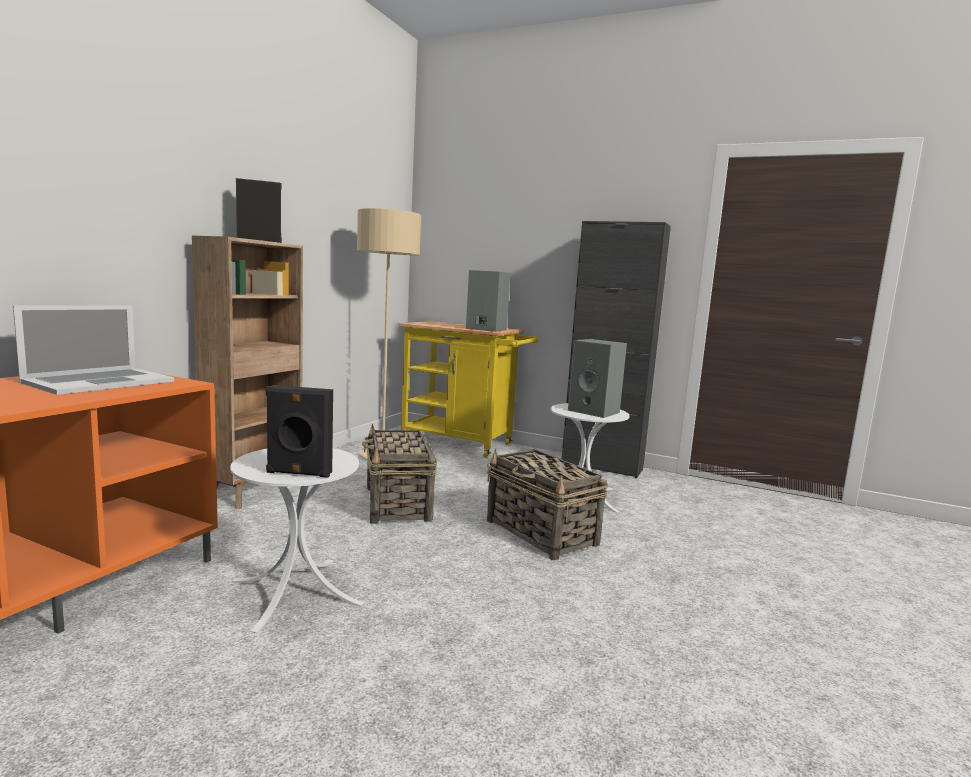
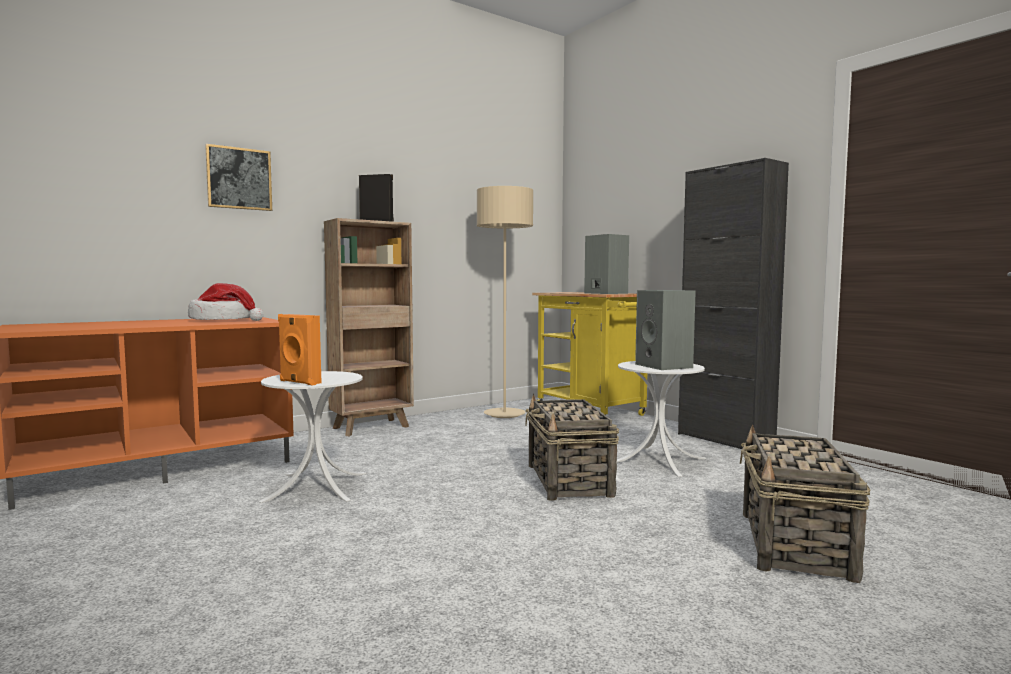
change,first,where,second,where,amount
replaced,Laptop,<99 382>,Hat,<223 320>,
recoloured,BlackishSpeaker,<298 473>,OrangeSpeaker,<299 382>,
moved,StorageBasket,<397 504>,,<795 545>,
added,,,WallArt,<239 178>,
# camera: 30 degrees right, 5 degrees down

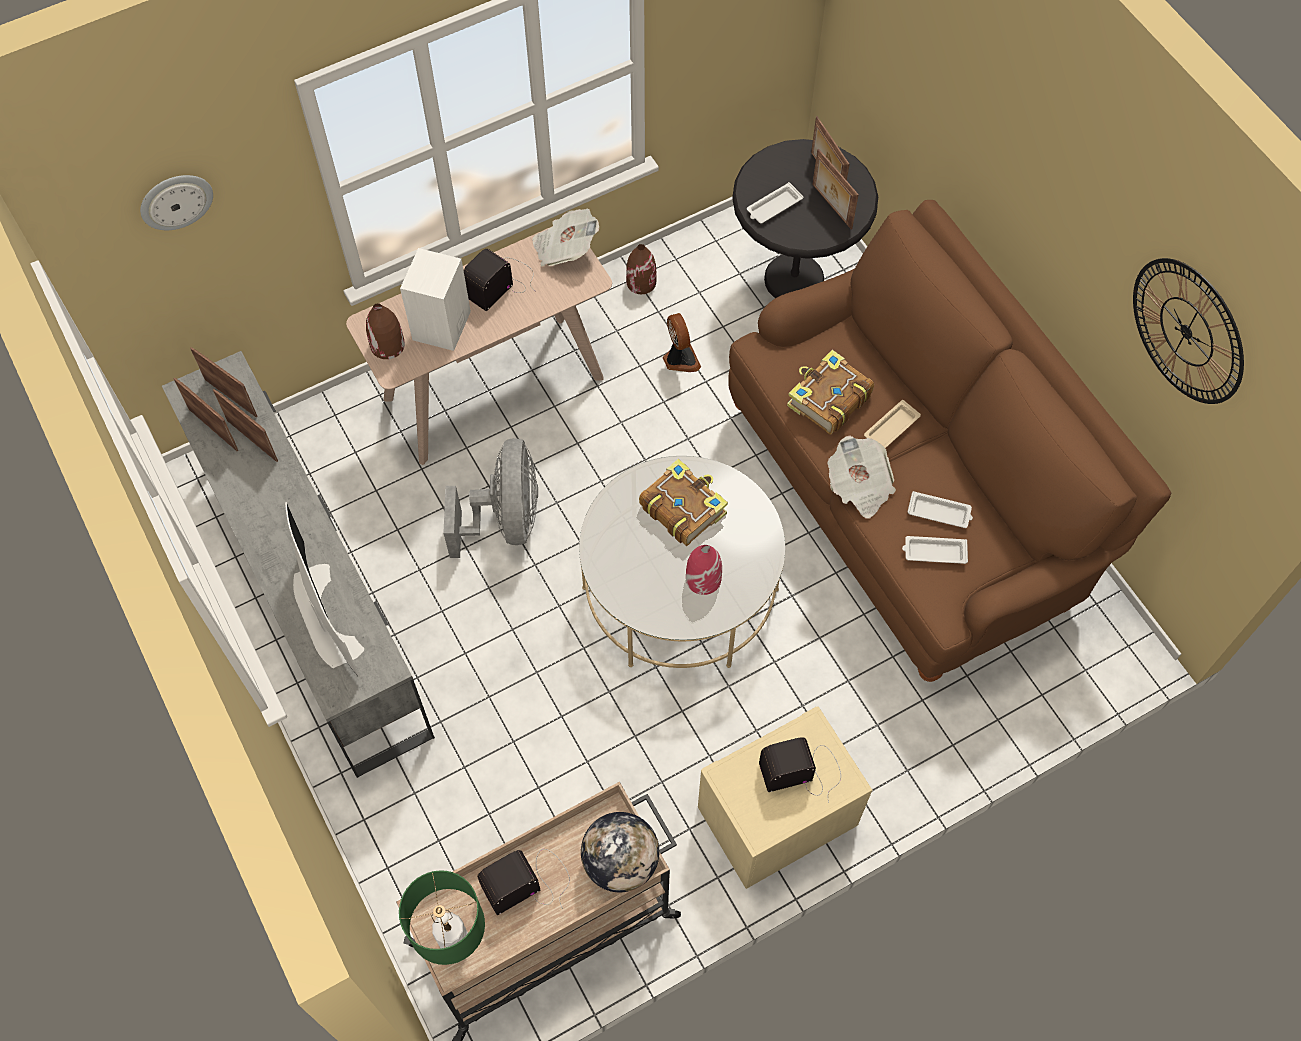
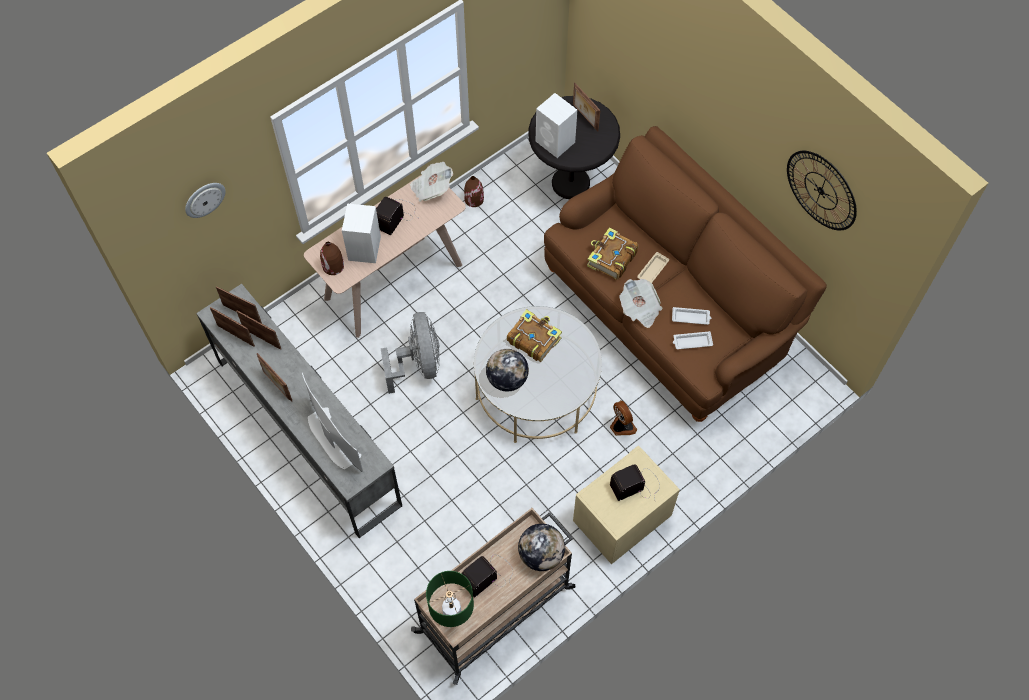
change,first,where,second,where,amount
moved,Fan,<680 359>,,<621 426>,
removed,RedColouredFlowerVase,<703 578>,,,
replaced,WhiteServingTray,<773 207>,WhiteSpeaker,<556 142>,
moved,PictureFrame,<831 207>,,<277 386>,
added,,,DeskGlobe,<507 379>,
# camera: 10 degrees left, 0 degrees up

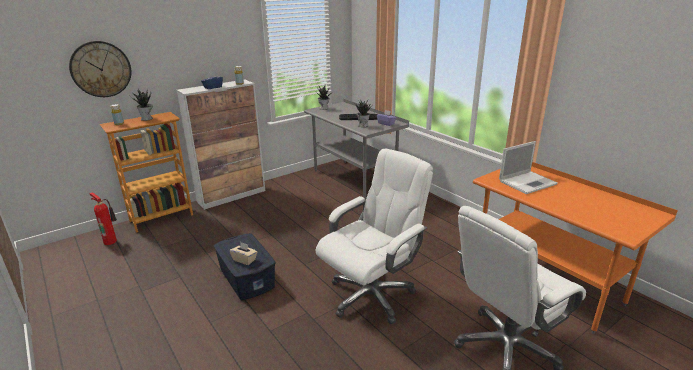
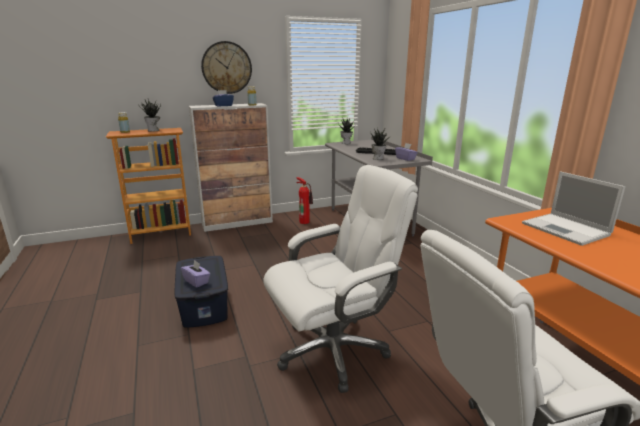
change,first,where,second,where,amount
moved,HangingClock,<101 69>,,<226 68>,
moved,FireFightingCylinder,<111 241>,,<304 221>,
recoloured,BeigeTissueHolder,<244 260>,PurpleTissueHolder,<196 281>,
turned,Laptop,<528 182>,,<567 229>,75 degrees clockwise
# camera: 15 degrees right, 5 degrees down

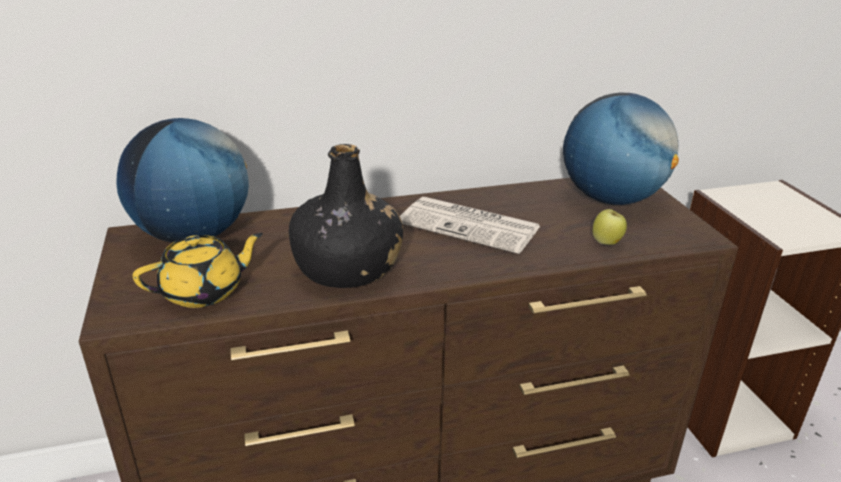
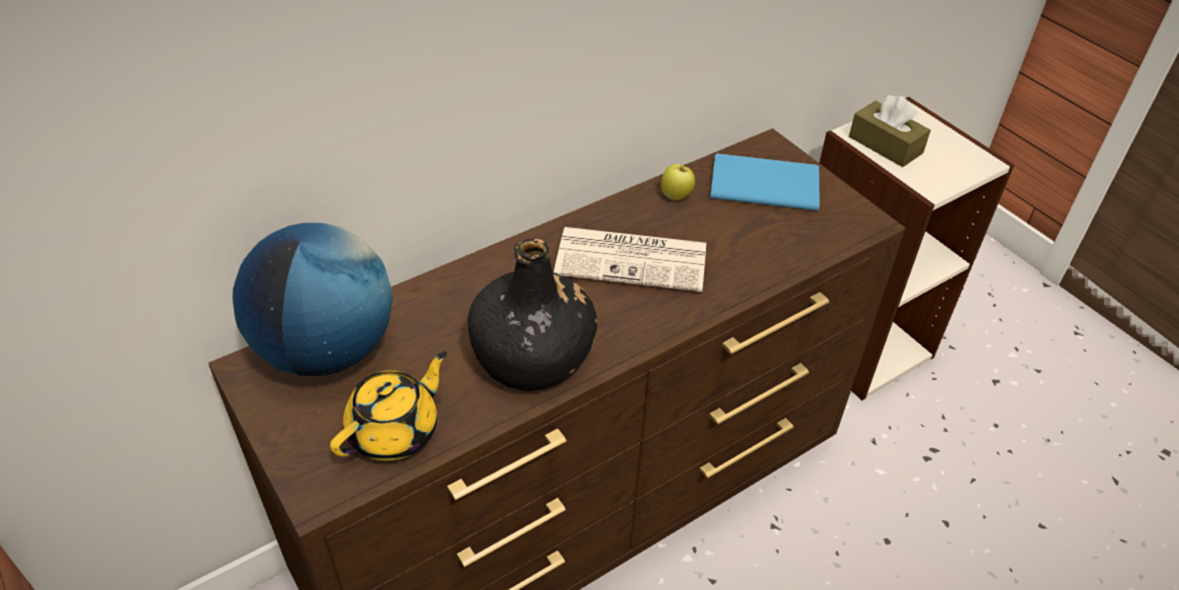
change,first,where,second,where,amount
replaced,DeskGlobe,<611 199>,BlueColouredBoundBook,<761 183>,
moved,Apple,<607 242>,,<676 196>,
added,,,BrownColouredTissueHolder,<885 145>,
# camera: 20 degrees left, 15 degrees up

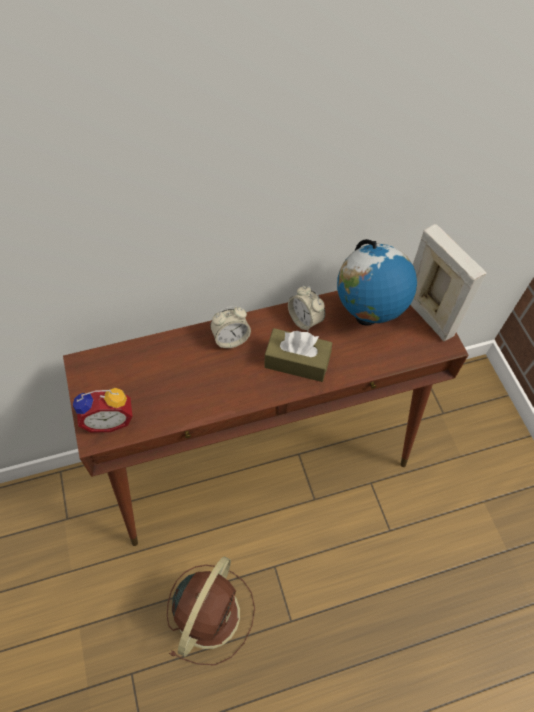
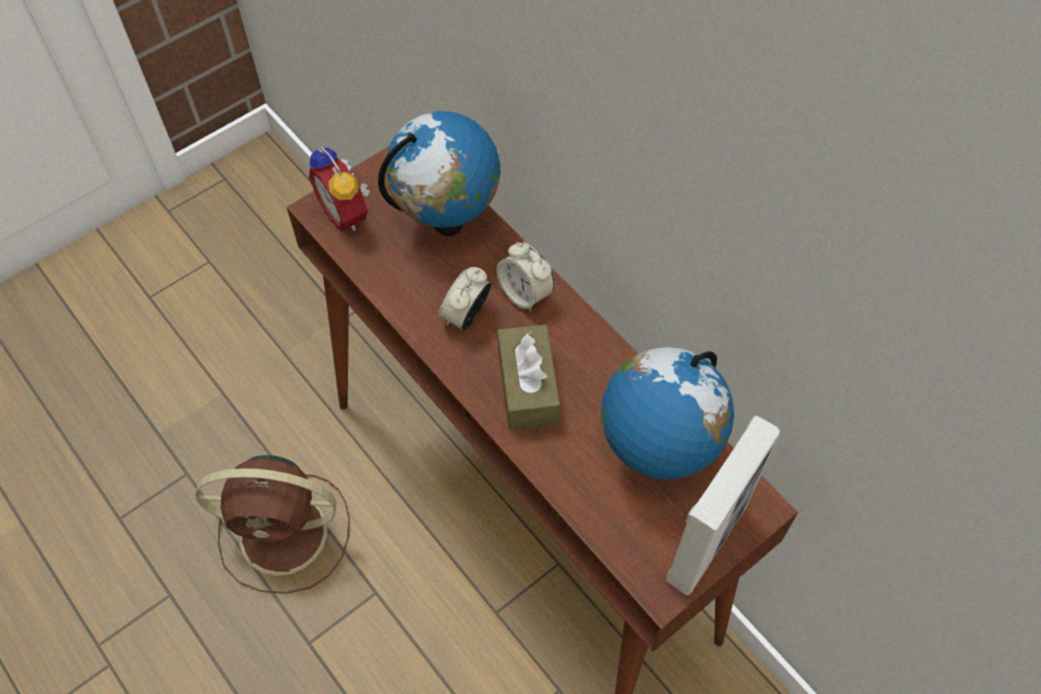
change,first,where,second,where,amount
moved,TableClock,<305 320>,,<466 315>,
added,,,DeskGlobe,<447 222>,
# camera: 70 degrees right, 0 degrees up

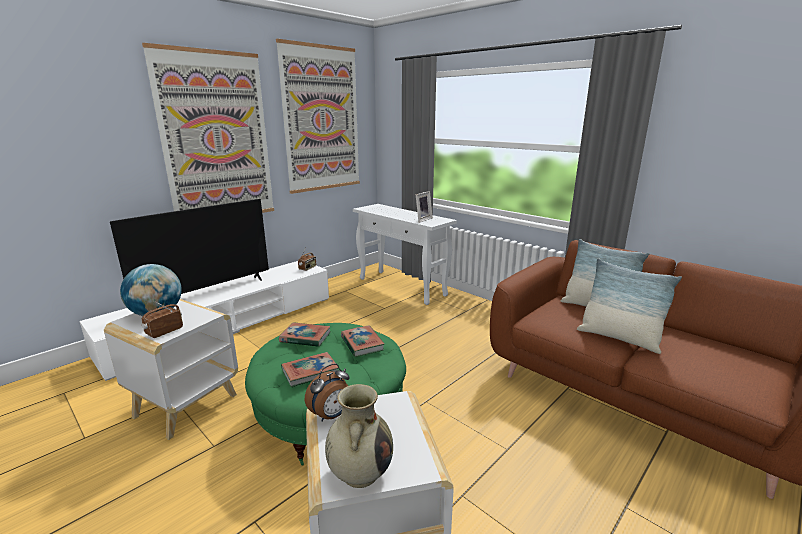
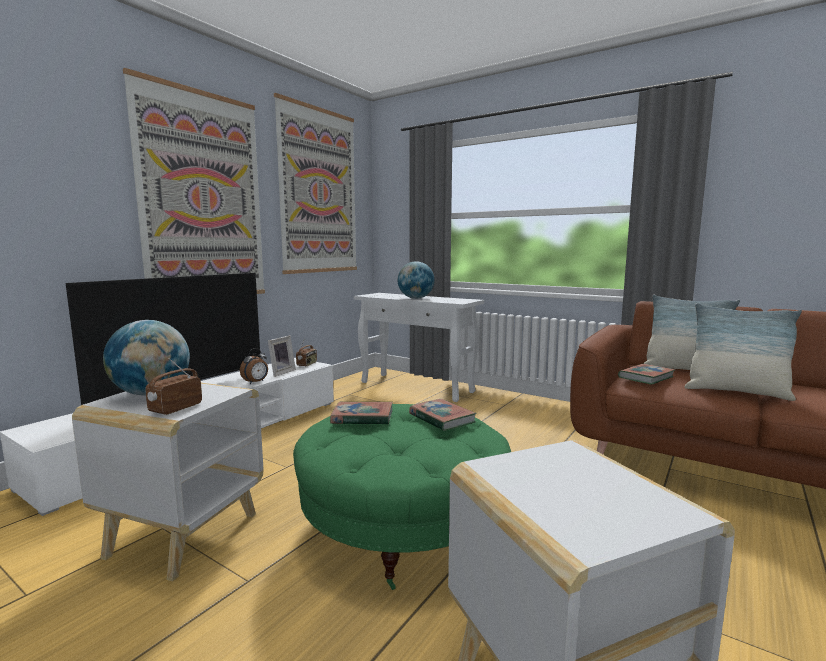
change,first,where,second,where,amount
moved,BoundBook,<310 372>,,<646 377>,
moved,TableClock,<331 415>,,<256 382>,
removed,BeigeFlowerVase,<360 472>,,,
moved,PictureFrame,<422 219>,,<280 372>,
added,,,DeskGlobe,<415 298>,
# camera: 10 degrees left, 10 degrees down

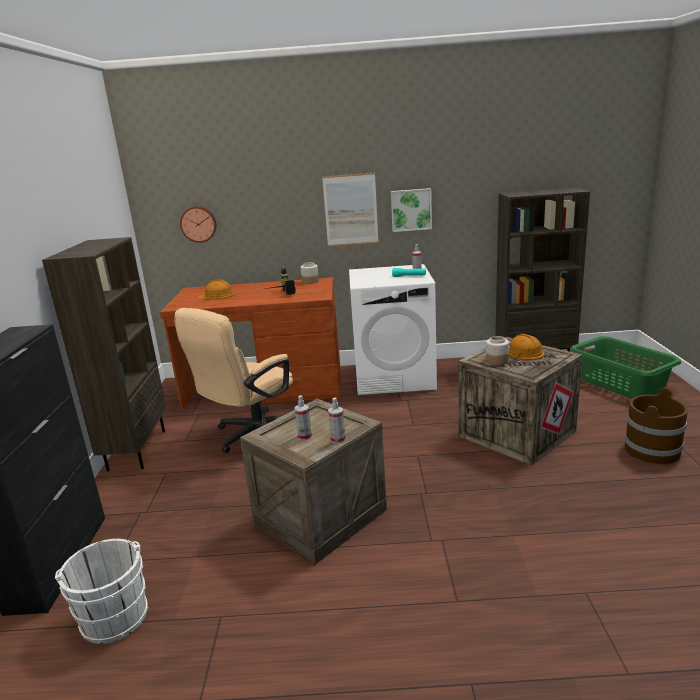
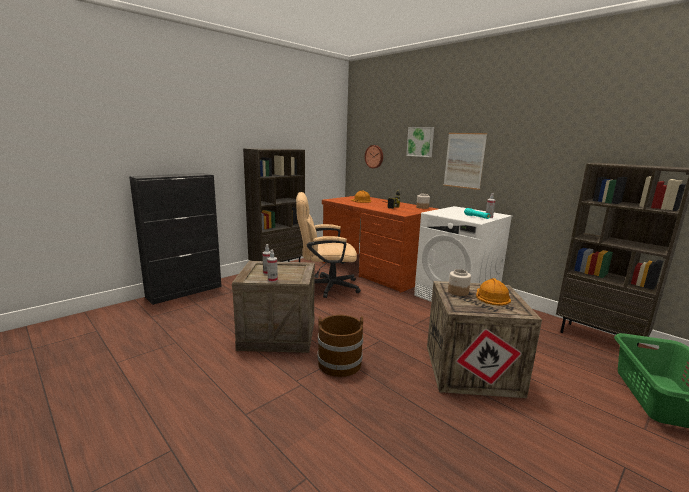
change,first,where,second,where,amount
removed,WhitePail,<114 615>,,,
moved,WallArt,<411 210>,,<420 141>,
moved,BrownColouredPail,<652 450>,,<339 363>,
# camera: 45 degrees right, 5 degrees down

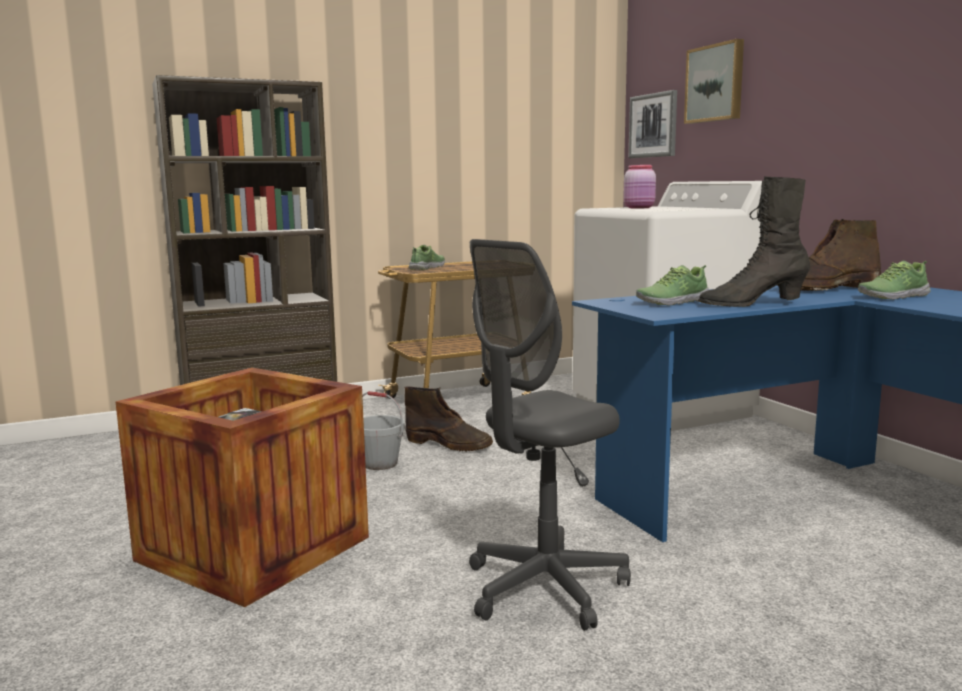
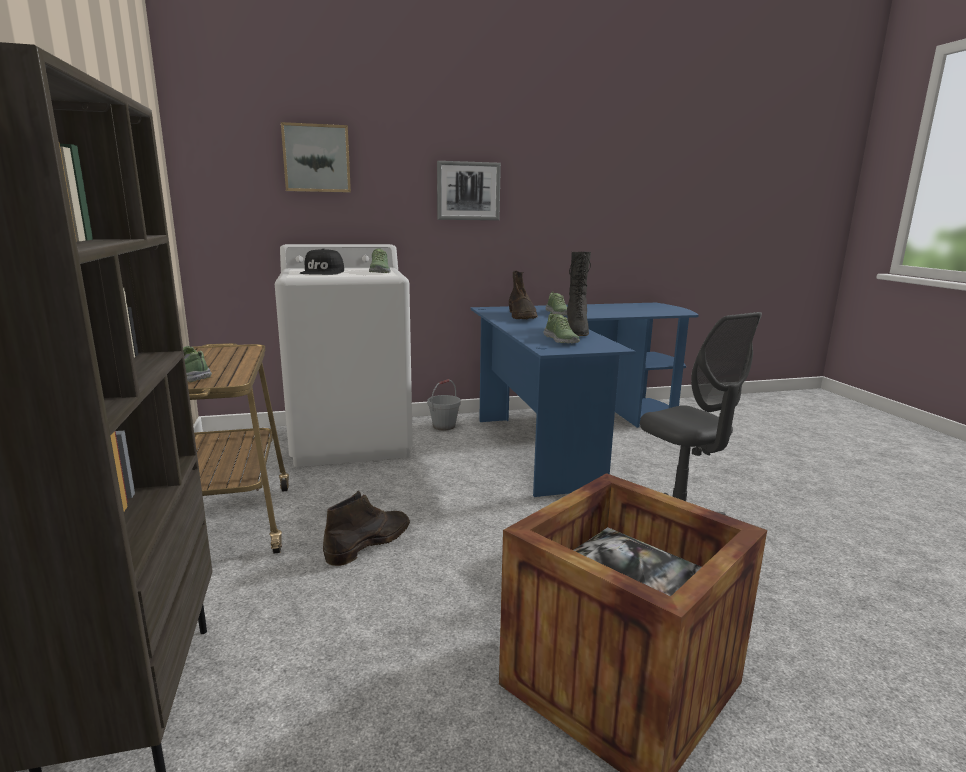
change,first,where,second,where,amount
moved,GreyPail,<380 464>,,<444 426>,
replaced,PinkishPreserveJar,<640 208>,BlackishBaseballCap,<323 272>,
moved,WallArt,<653 125>,,<468 191>,
added,,,Shoe,<379 271>,
# camera: 80 degrees left, 5 degrees up

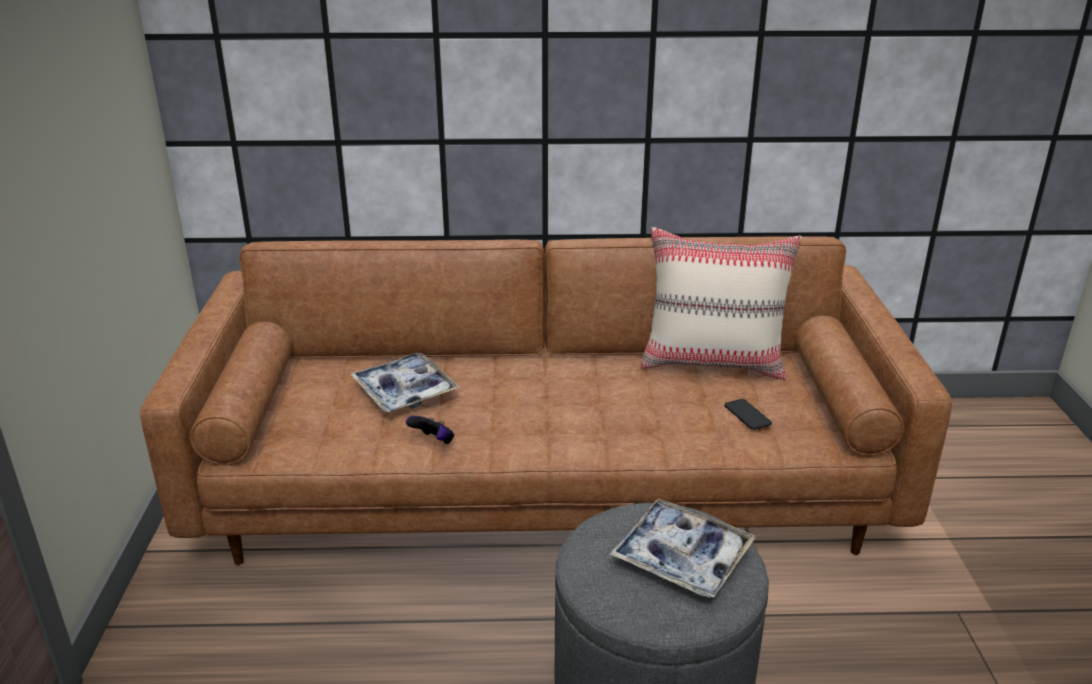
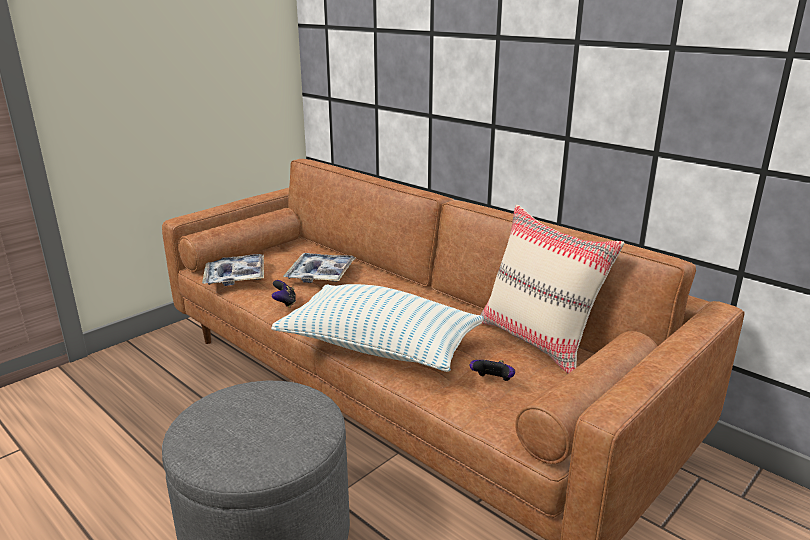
change,first,where,second,where,amount
moved,ServingTray,<682 557>,,<235 276>,
replaced,Telephone,<747 415>,GameController,<492 381>,
added,,,ThrowPillow,<379 347>,
# camera: 45 degrees right, 5 degrees down

